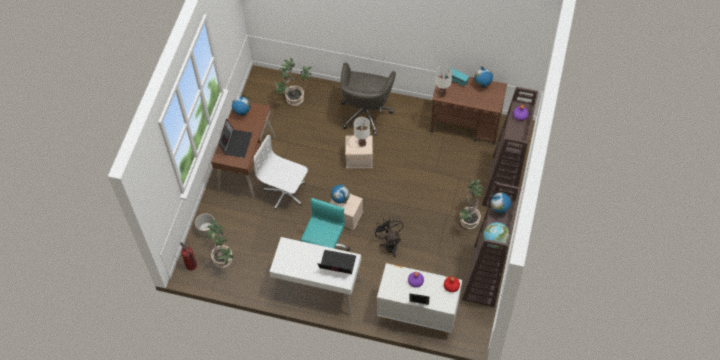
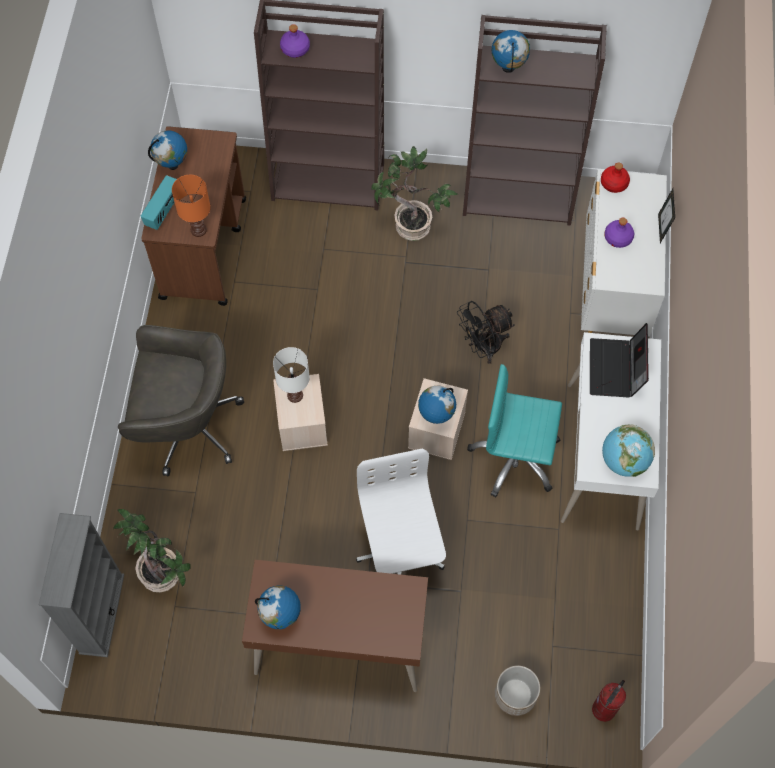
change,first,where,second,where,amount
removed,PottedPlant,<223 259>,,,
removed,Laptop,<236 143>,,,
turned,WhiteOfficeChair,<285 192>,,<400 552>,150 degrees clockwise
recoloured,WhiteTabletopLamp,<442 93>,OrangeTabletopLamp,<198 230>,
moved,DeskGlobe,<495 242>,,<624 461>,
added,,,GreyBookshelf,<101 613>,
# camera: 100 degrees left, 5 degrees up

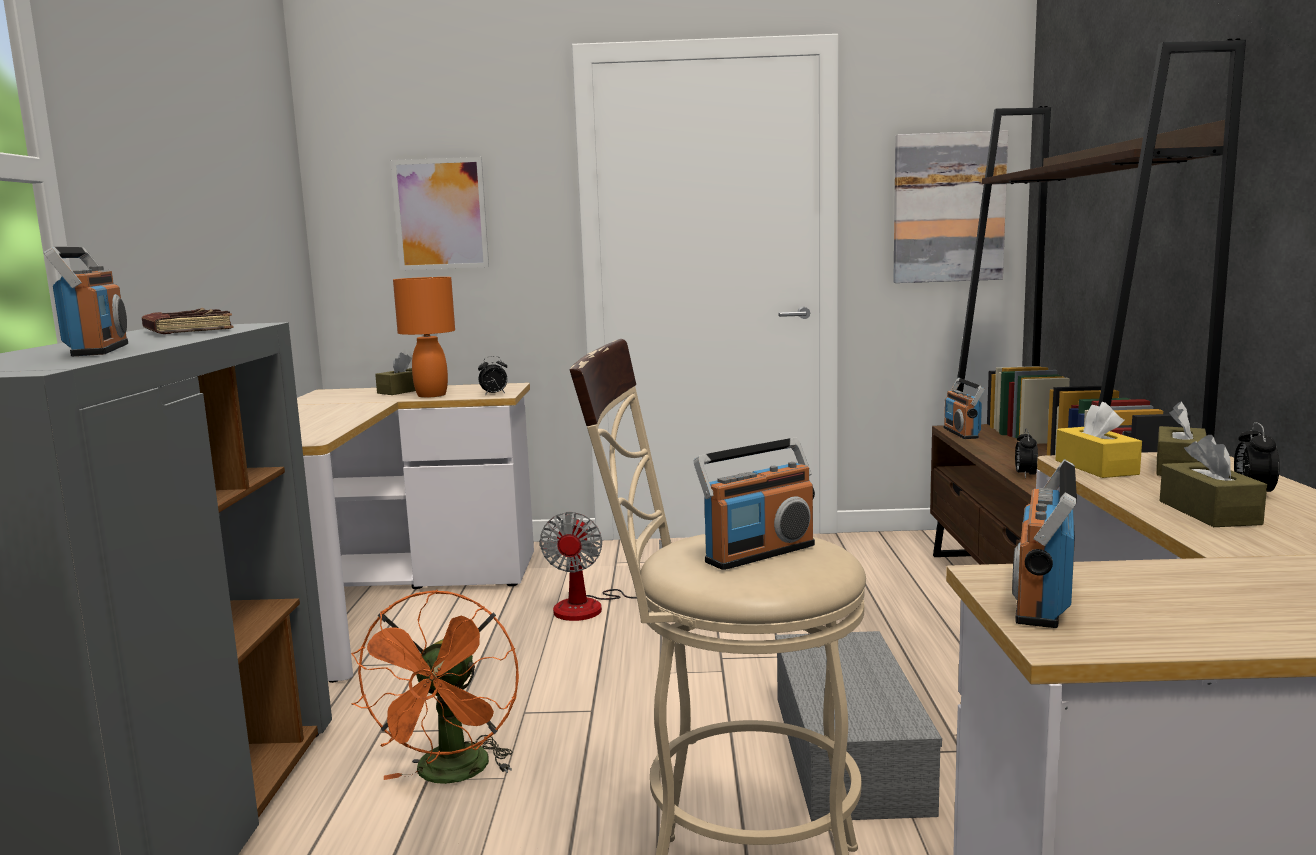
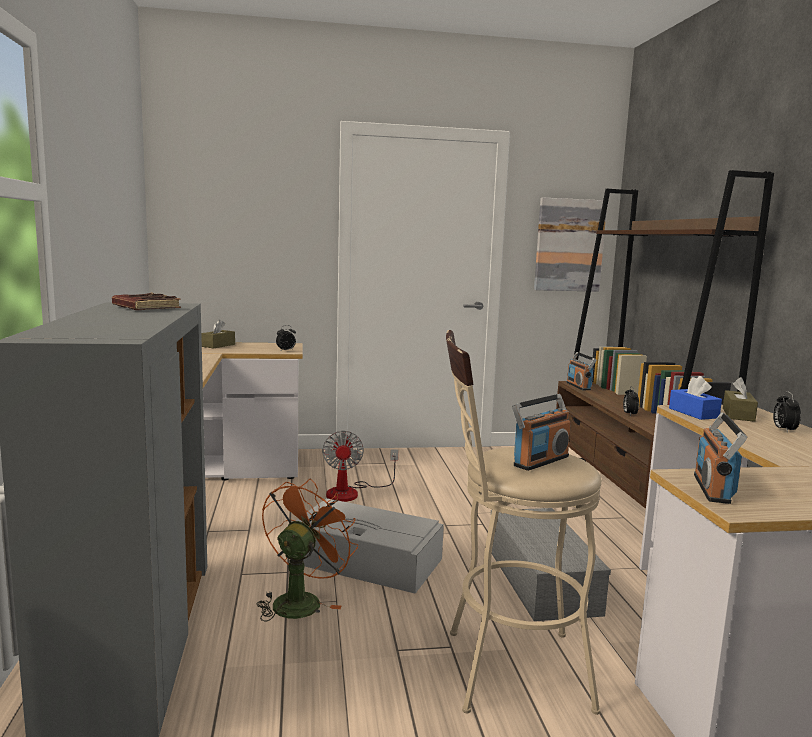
change,first,where,second,where,amount
removed,RadioReceiver,<98 350>,,,
turned,OrangeFan,<451 775>,,<301 600>,150 degrees counterclockwise
removed,WallArt,<440 214>,,,
removed,OrangeTabletopLamp,<431 395>,,,
recoloured,YellowTissueHolder,<1096 467>,BlueColouredTissueHolder,<693 413>,
removed,BrownColouredTissueHolder,<1209 512>,,,
added,,,GreyStorageBox,<365 560>,
# camera: 10 degrees left, 0 degrees up

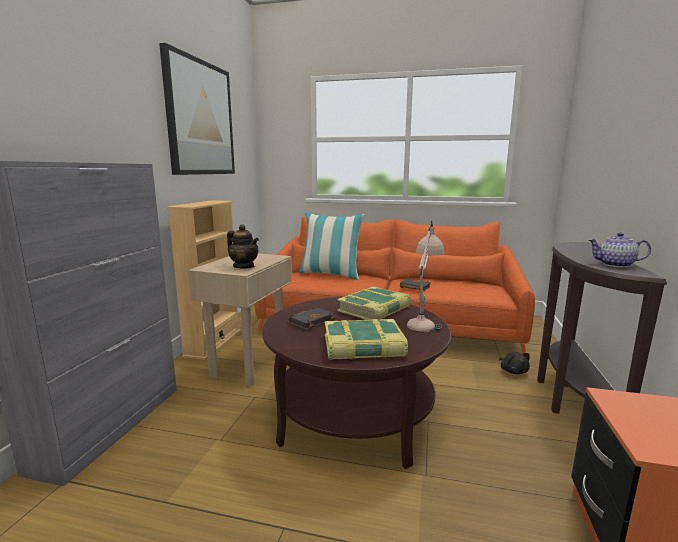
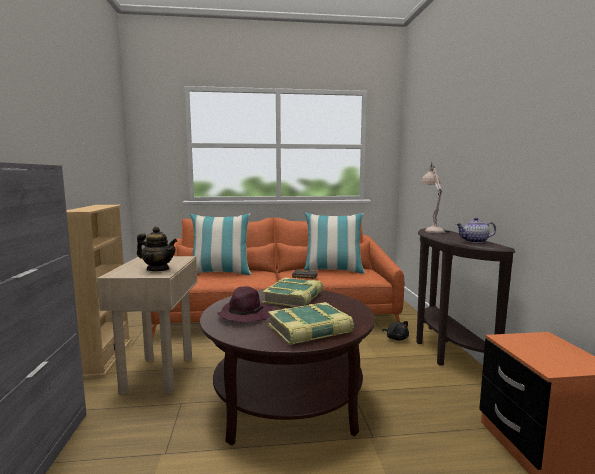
change,first,where,second,where,amount
removed,WallArt,<200 118>,,,
replaced,BlackishBoundBook,<311 321>,PurpleHat,<245 314>,
moved,BeigeTabletopLamp,<424 321>,,<432 230>,
added,,,ThrowPillow,<333 270>,
# camera: 20 degrees left, 5 degrees down

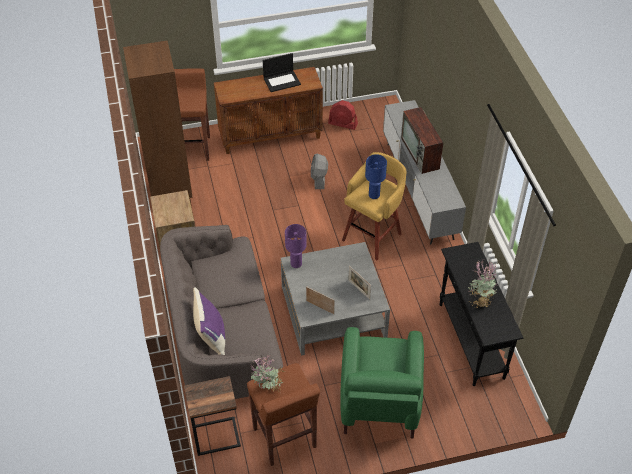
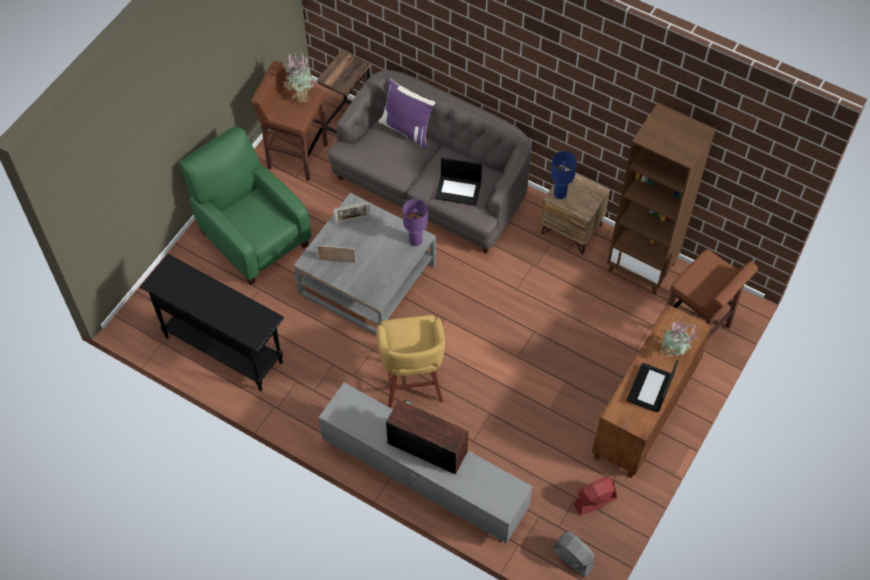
change,first,where,second,where,amount
moved,GreyFan,<319 179>,,<573 558>,
moved,BlueColouredTabletopLamp,<373 195>,,<560 194>,
moved,PottedPlant,<480 300>,,<672 353>,
added,,,Laptop,<459 190>,
# camera: 135 degrees right, 10 degrees up

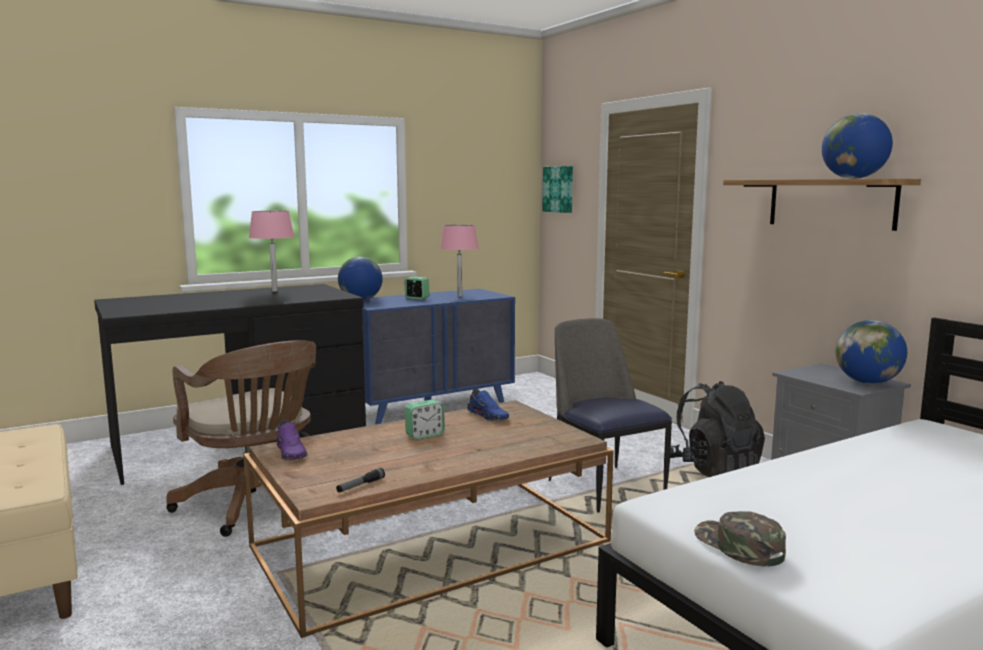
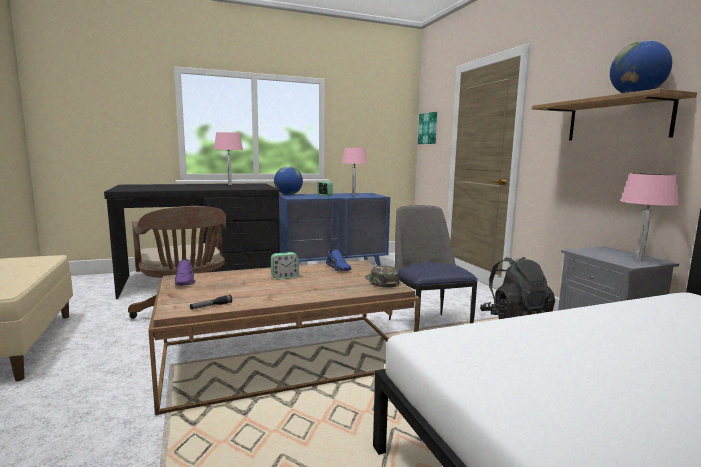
change,first,where,second,where,amount
moved,GreenishBaseballCap,<738 545>,,<381 281>,
replaced,DeskGlobe,<867 382>,PinkishTabletopLamp,<640 260>,
# camera: 10 degrees right, 0 degrees up

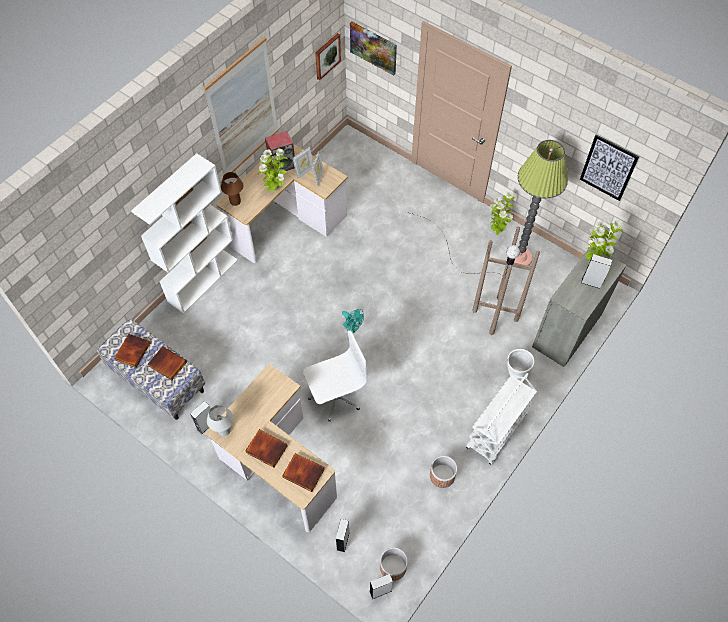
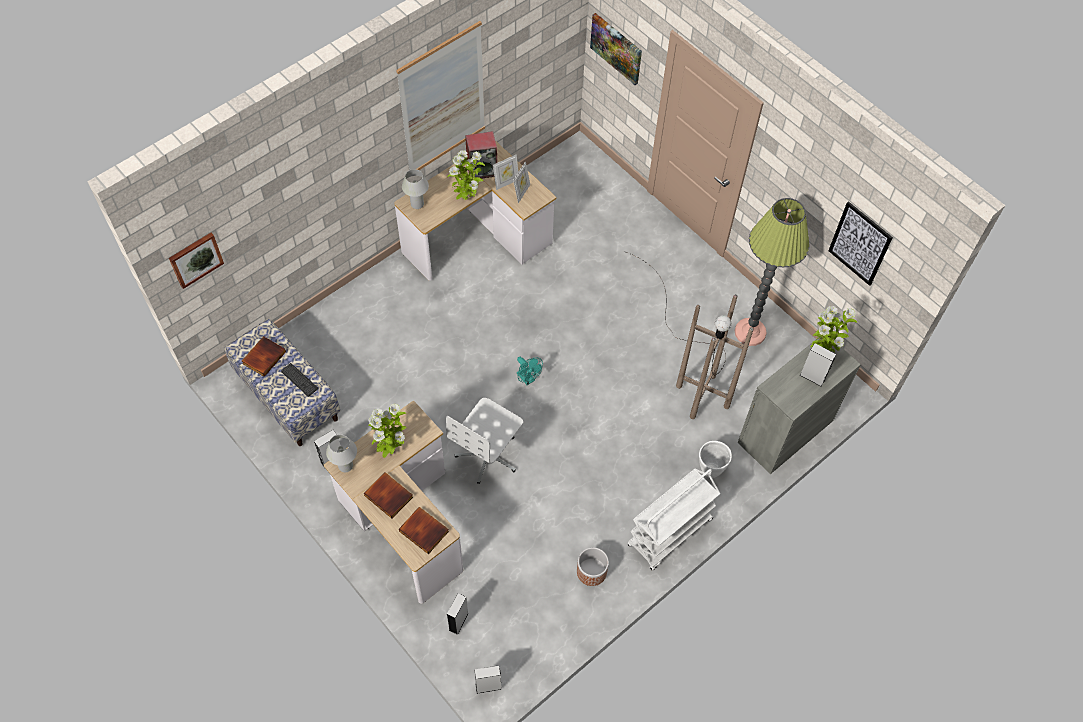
change,first,where,second,where,amount
removed,WhiteBookshelf,<203 280>,,,
replaced,BoundBook,<167 364>,PcKeyboard,<299 380>,
recoloured,BrownColouredTabletopLamp,<235 201>,WhiteTabletopLamp,<417 204>,
turned,WhiteOfficeChair,<335 396>,,<488 455>,135 degrees clockwise
moved,WallArt,<327 56>,,<195 259>,
removed,PlantPot,<393 567>,,,
moved,PottedPlant,<497 231>,,<390 449>,
# camera: 10 degrees right, 0 degrees up

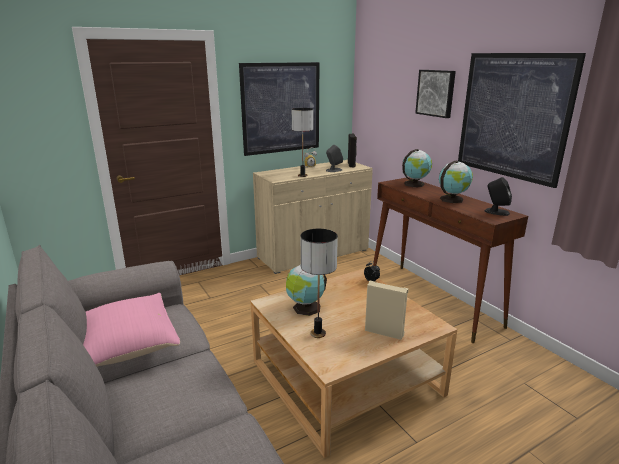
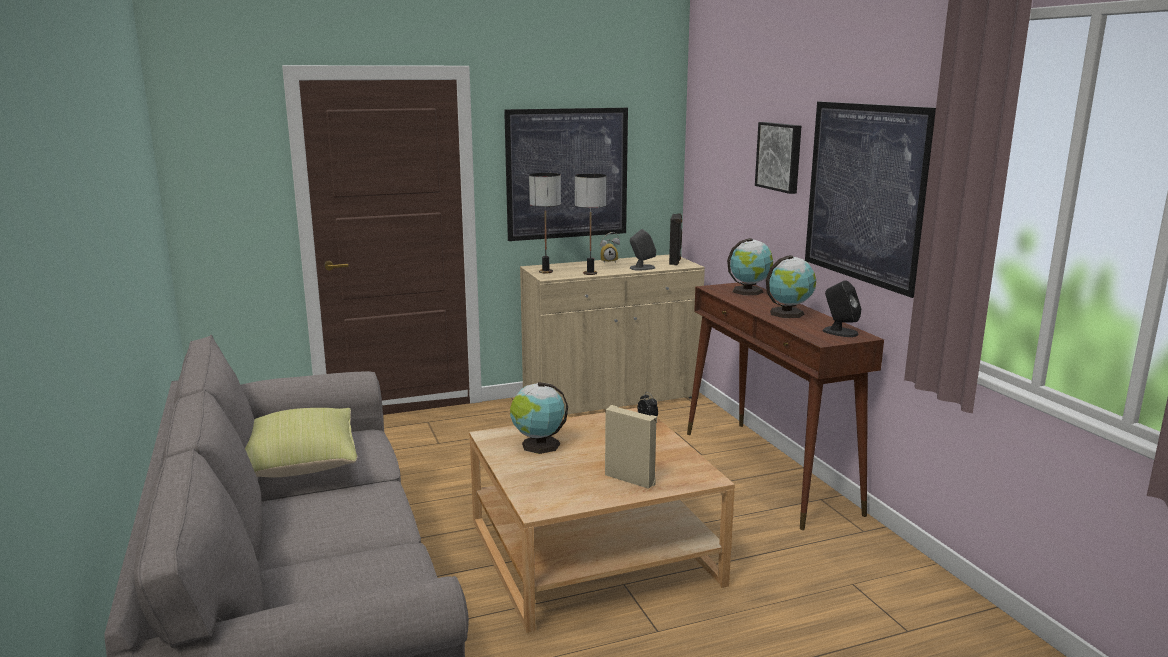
change,first,where,second,where,amount
recoloured,PinkishThrowPillow,<126 346>,YellowThrowPillow,<297 465>,
moved,TabletopLamp,<318 333>,,<546 271>,
# camera: 10 degrees right, 5 degrees down

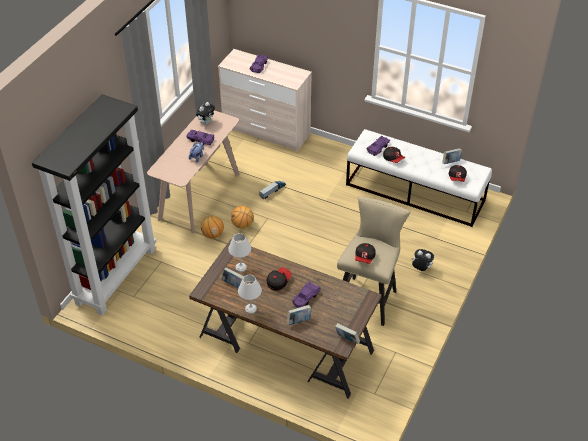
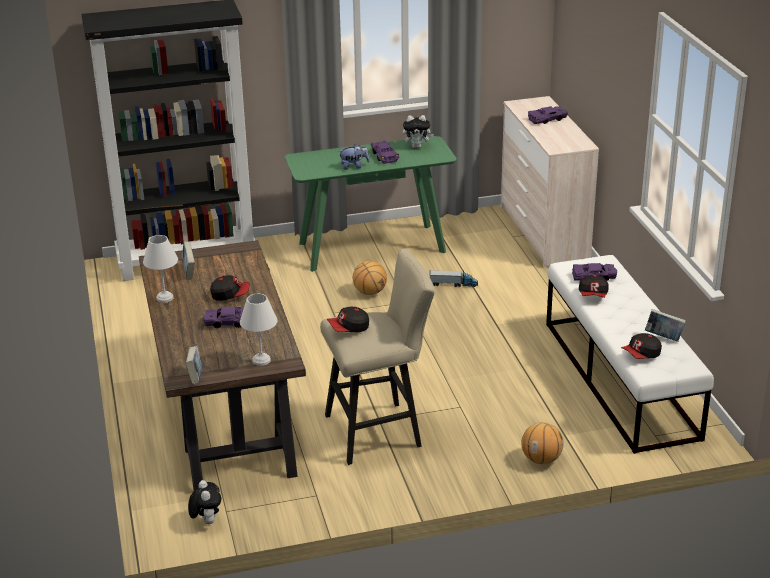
change,first,where,second,where,amount
recoloured,BeigeHallTable,<199 196>,GreenishHallTable,<372 247>,
moved,BasketballBall,<212 234>,,<541 459>,
moved,WhiteTabletopLamp,<241 267>,,<262 360>,
removed,BoundBook,<298 321>,,,
moved,SoftToy,<421 269>,,<206 521>,
# camera: 50 degrees right, 15 degrees down

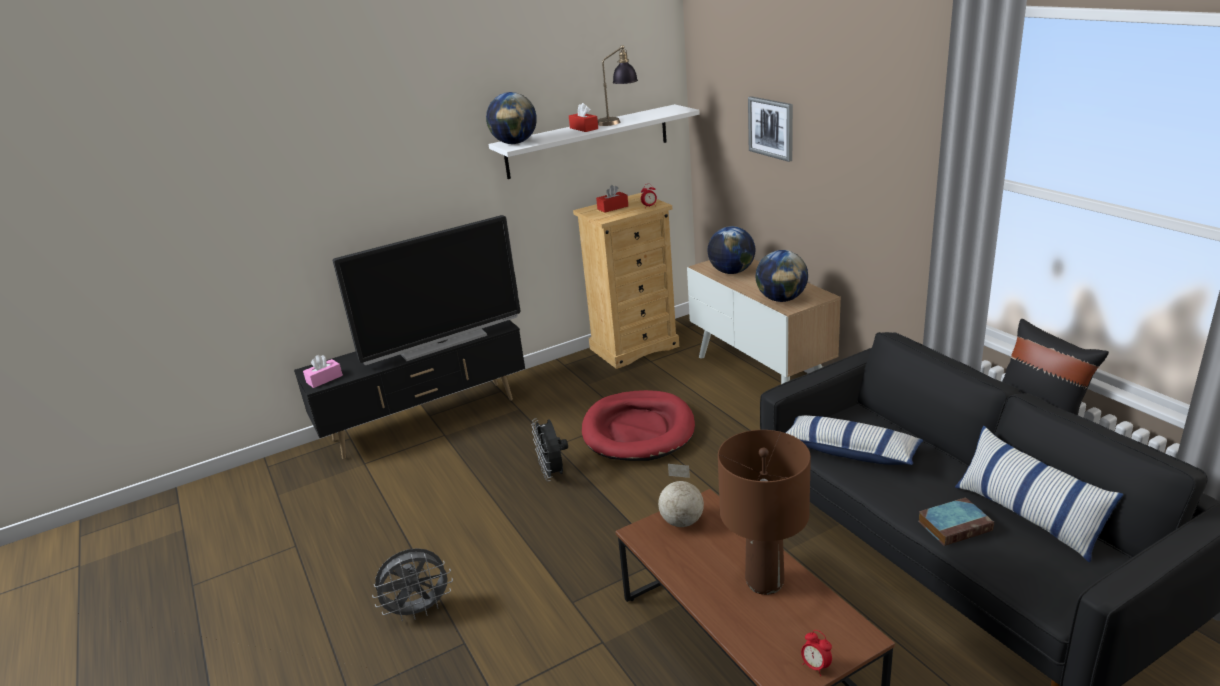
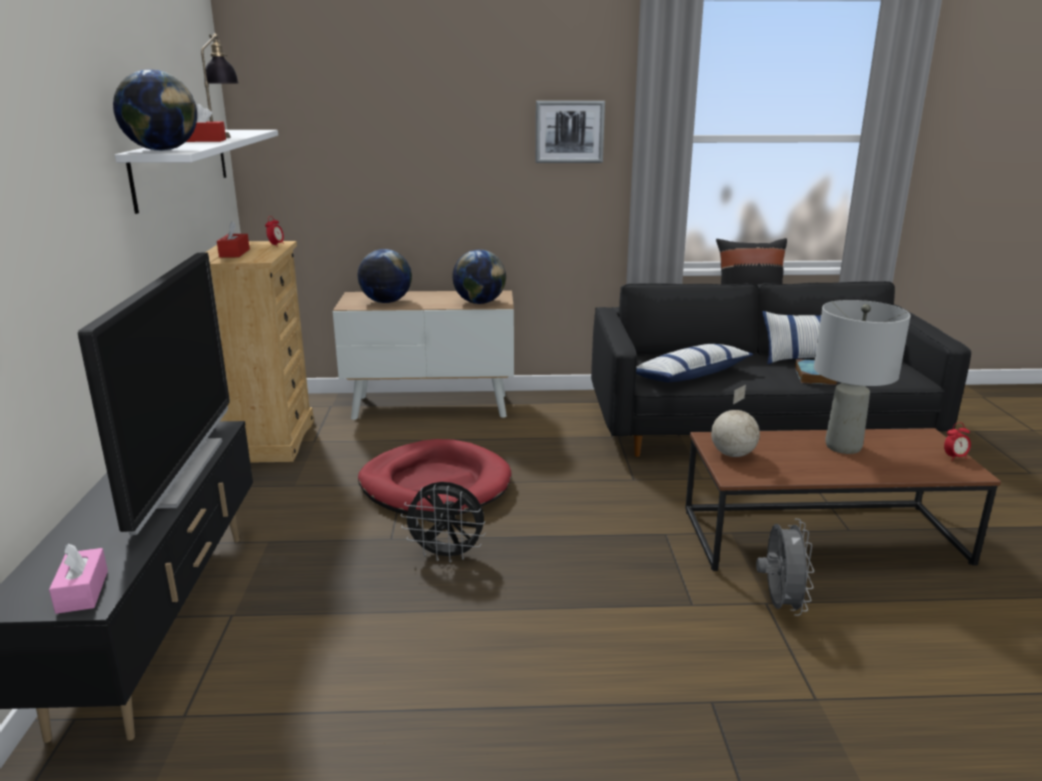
change,first,where,second,where,amount
moved,GreyFan,<419 610>,,<779 605>,
recoloured,BrownColouredTabletopLamp,<764 582>,GreyTabletopLamp,<843 447>,
moved,WallArt,<771 128>,,<569 132>,
# camera: 65 degrees left, 5 degrees down

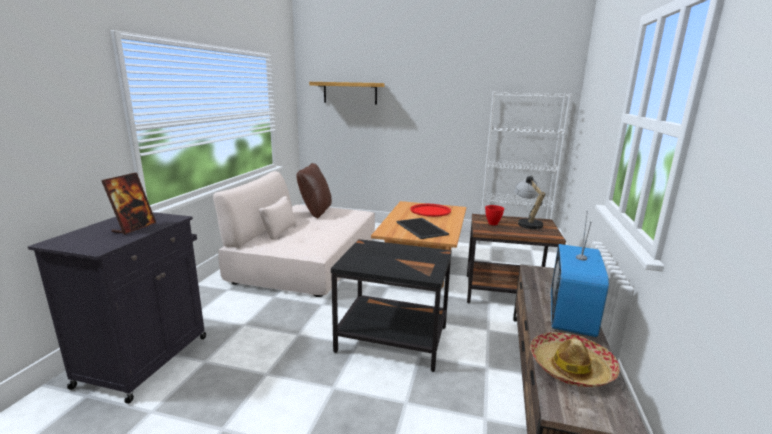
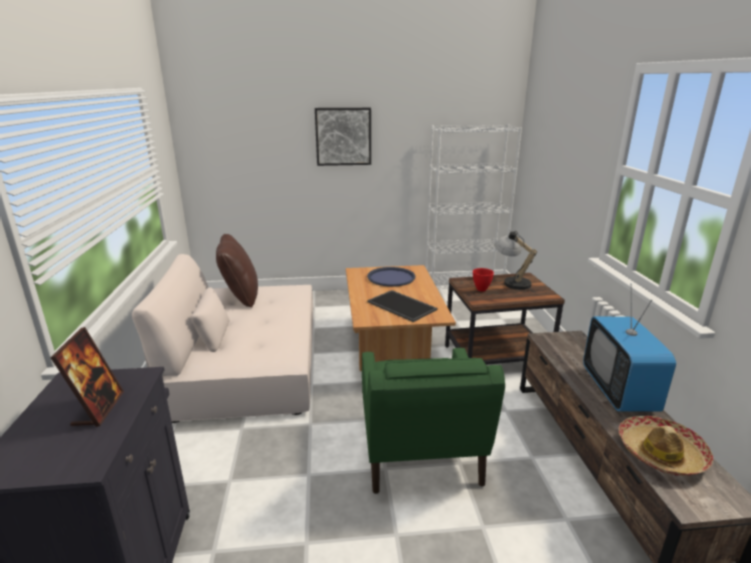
change,first,where,second,where,amount
removed,Shelf,<350 93>,,,
replaced,BlackishSideTable,<391 340>,GreenishLoungeChair,<419 451>,
recoloured,RedColouredServingTray,<430 211>,BlueColouredServingTray,<391 277>,
added,,,WallArt,<343 136>,
# camera: 20 degrees left, 5 degrees up

